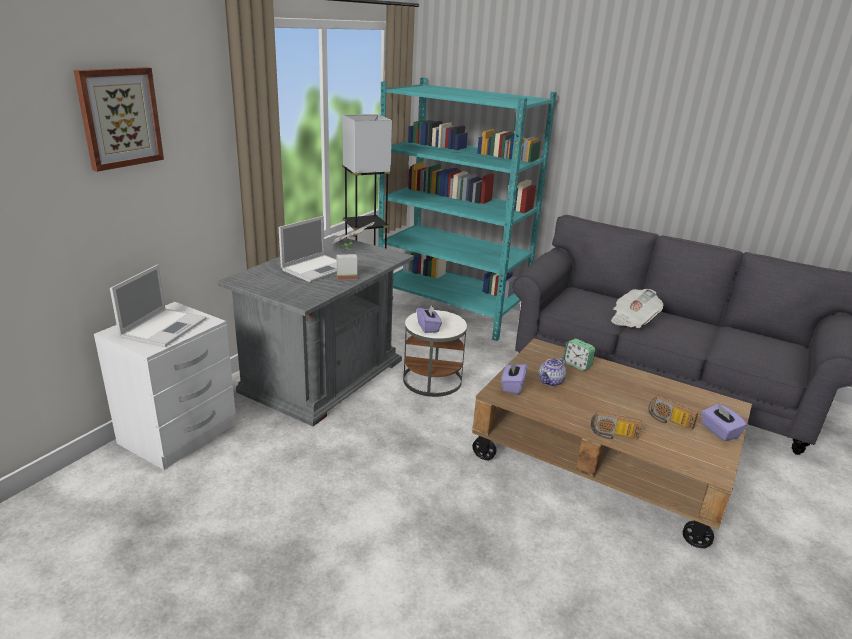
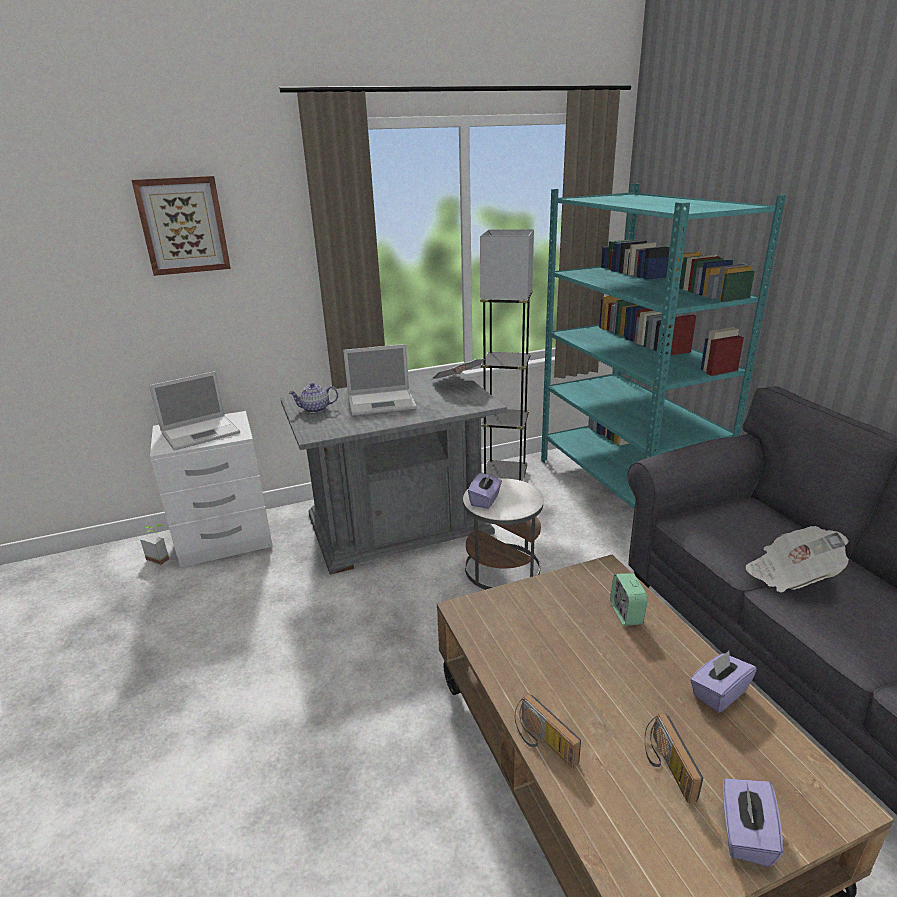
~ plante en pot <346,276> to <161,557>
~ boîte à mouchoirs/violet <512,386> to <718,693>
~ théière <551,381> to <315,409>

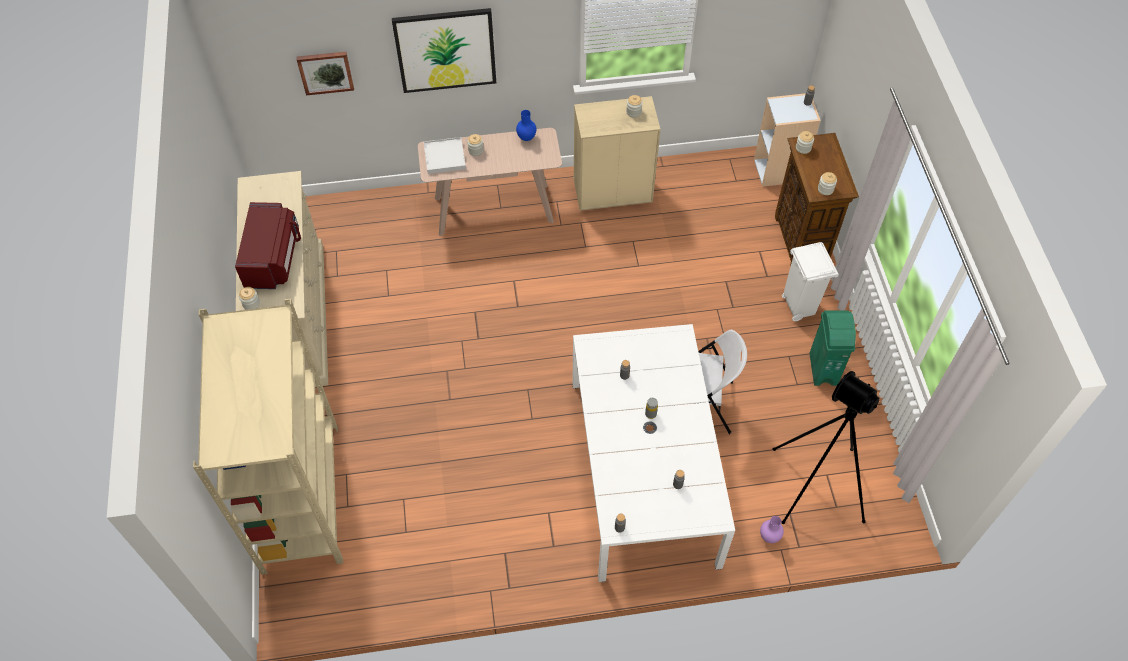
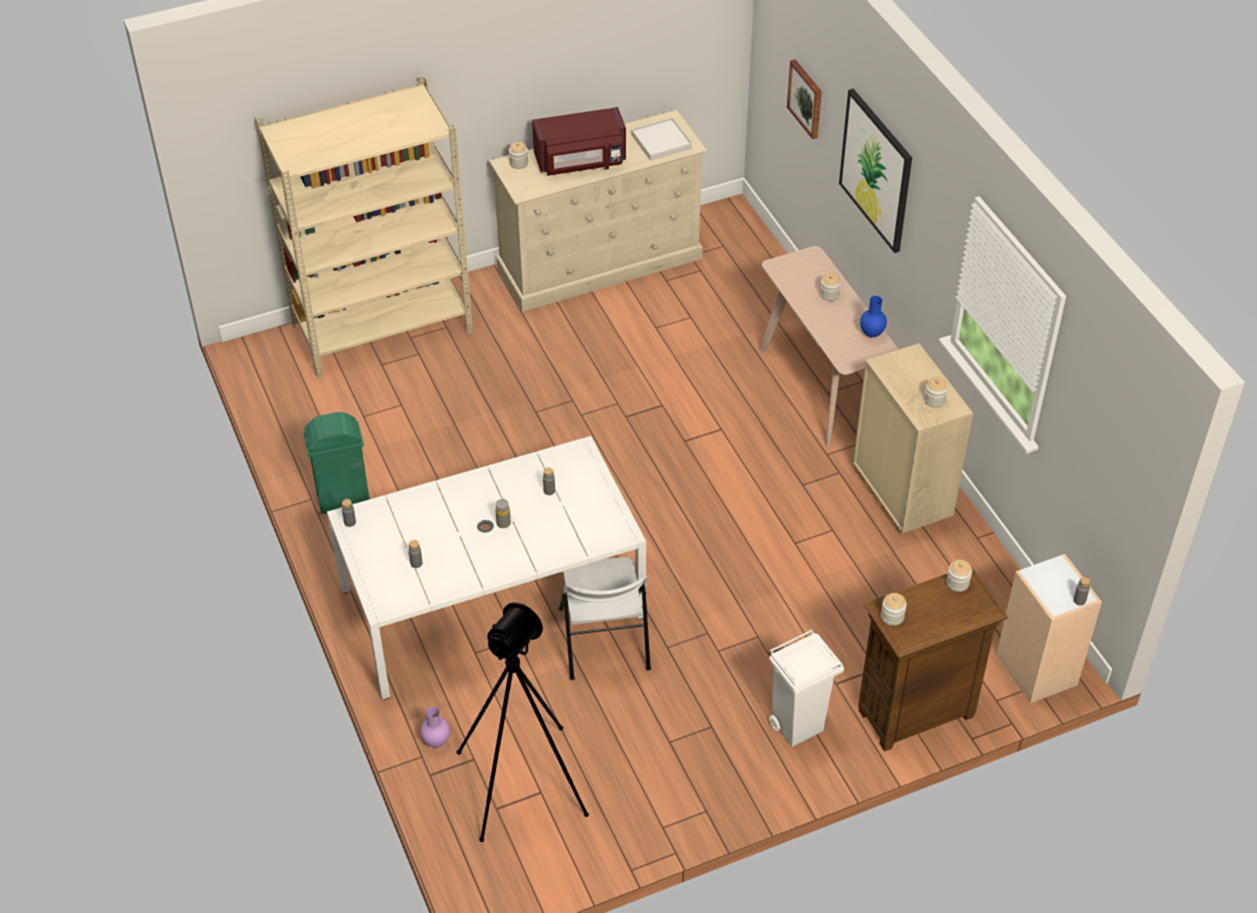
~ plateau/blanc <445,157> to <661,141>
~ poubelle/vert <823,368> to <344,499>

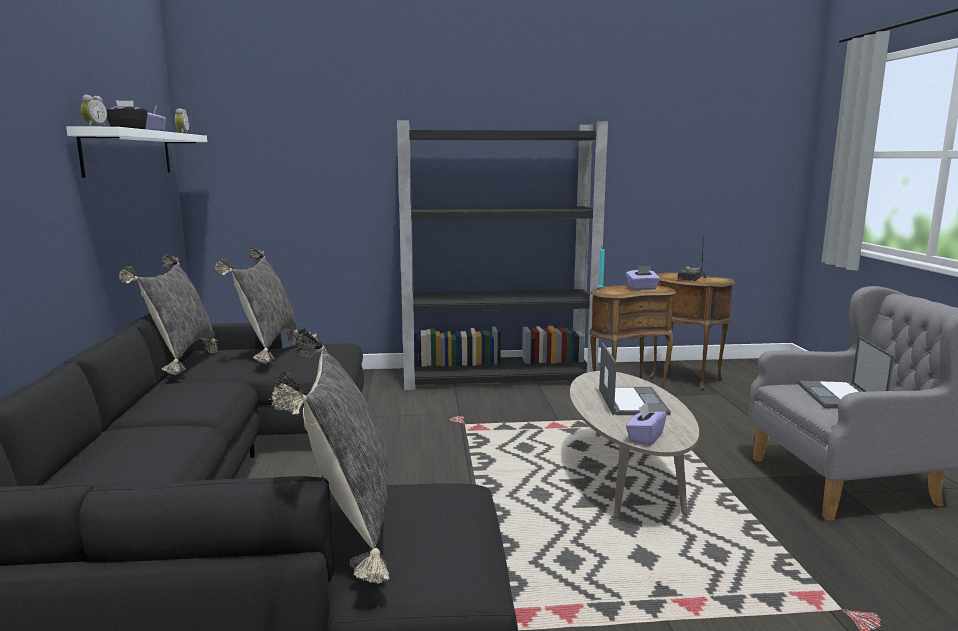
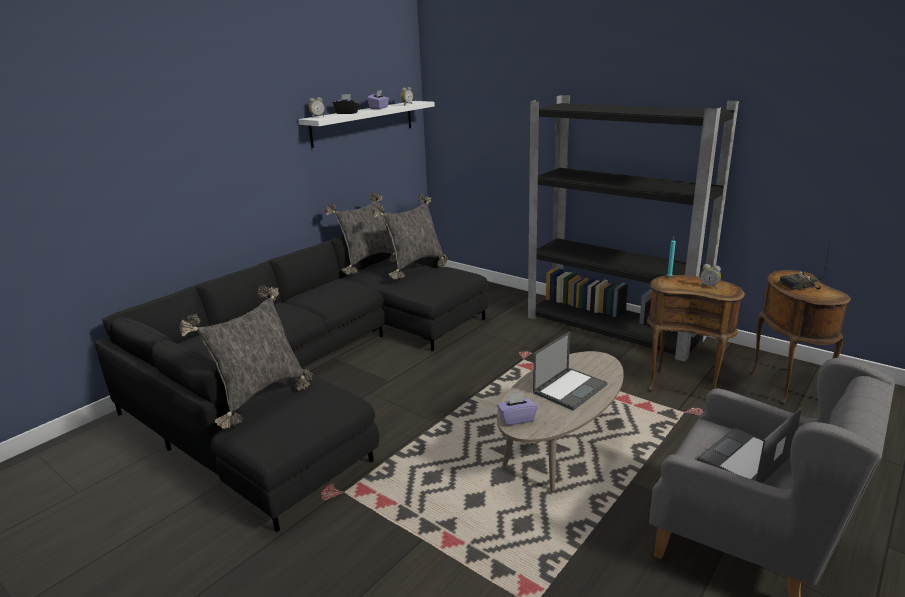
~ boîte à mouchoirs/violet <642,288> to réveil <709,286>

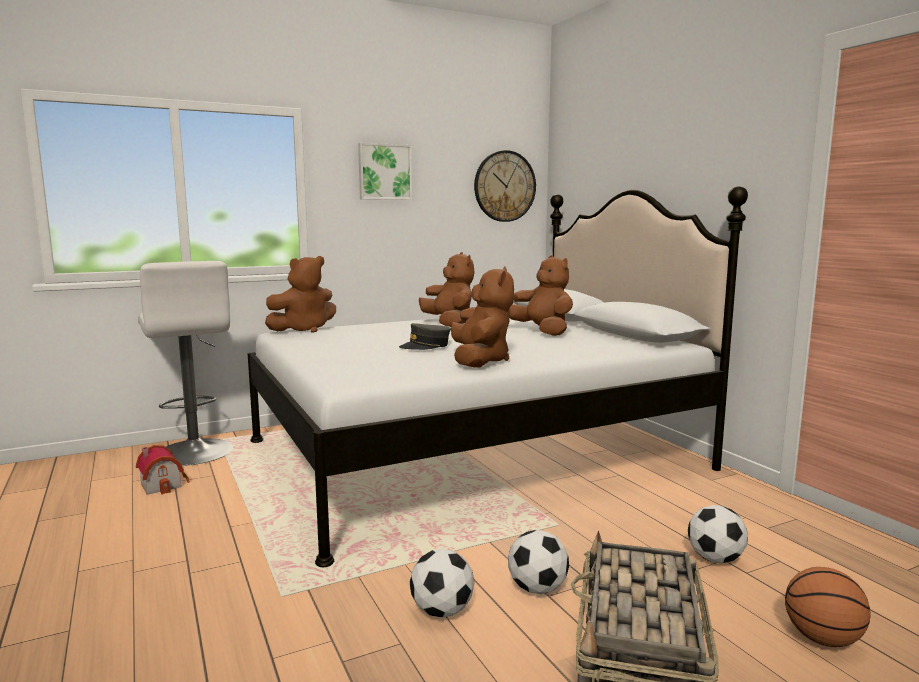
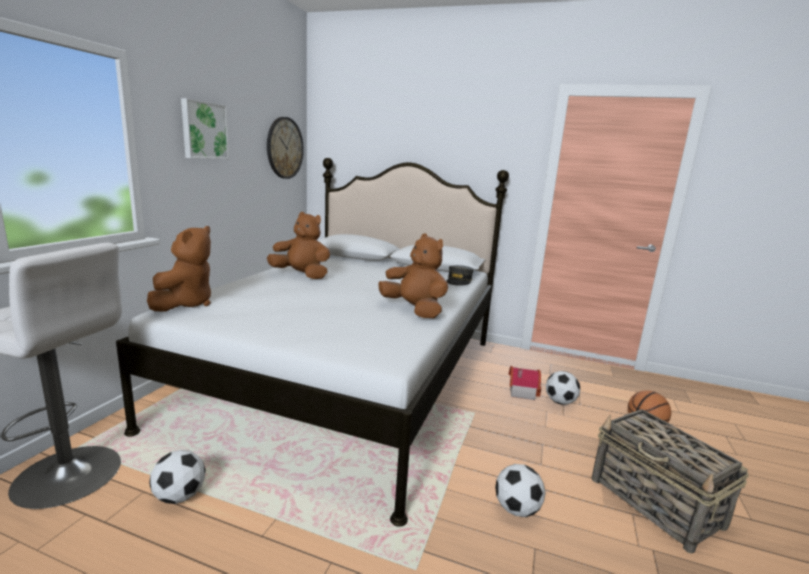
- peluche/marron <542,332>
~ maison miniature <164,484> to <521,391>
~ casquette/gris <425,346> to <459,281>
~ ballon de foot <537,588> to <180,496>

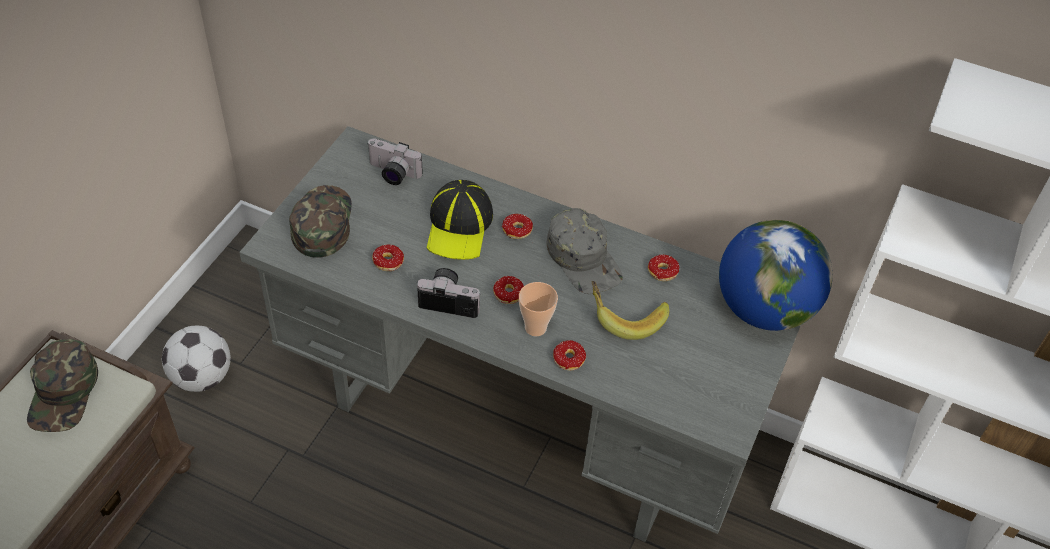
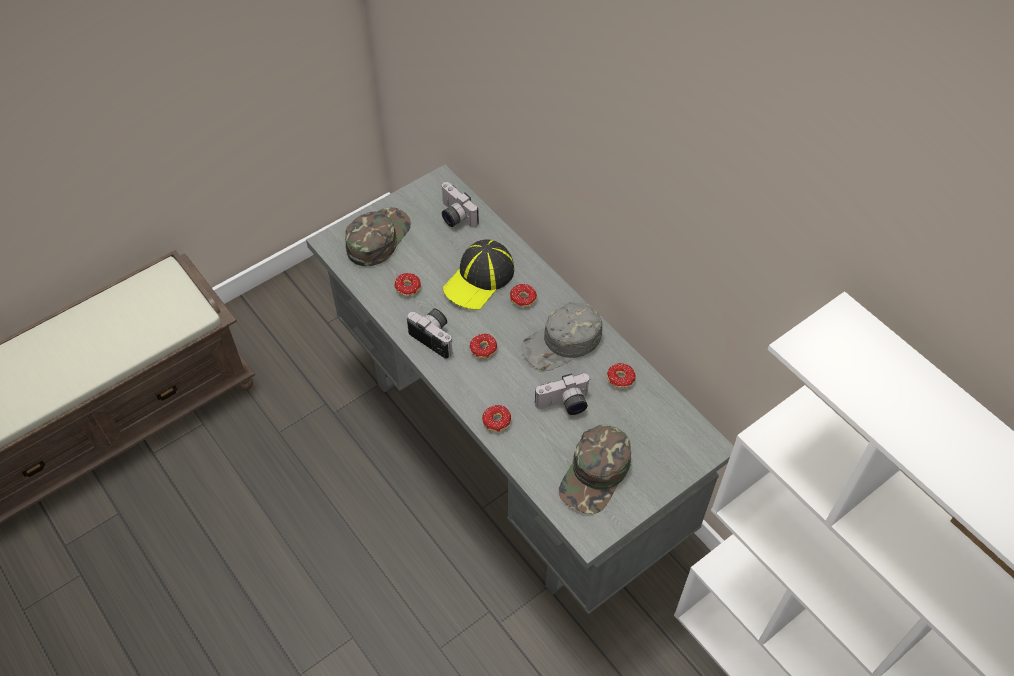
- ballon de foot <202,377>
- tasse <535,327>
- globe <764,309>
~ casquette/vert <64,392> to <596,474>
~ banane <625,317> to appareil photo <564,405>
~ casquette/gris <584,258> = <562,343> 60 degrees clockwise

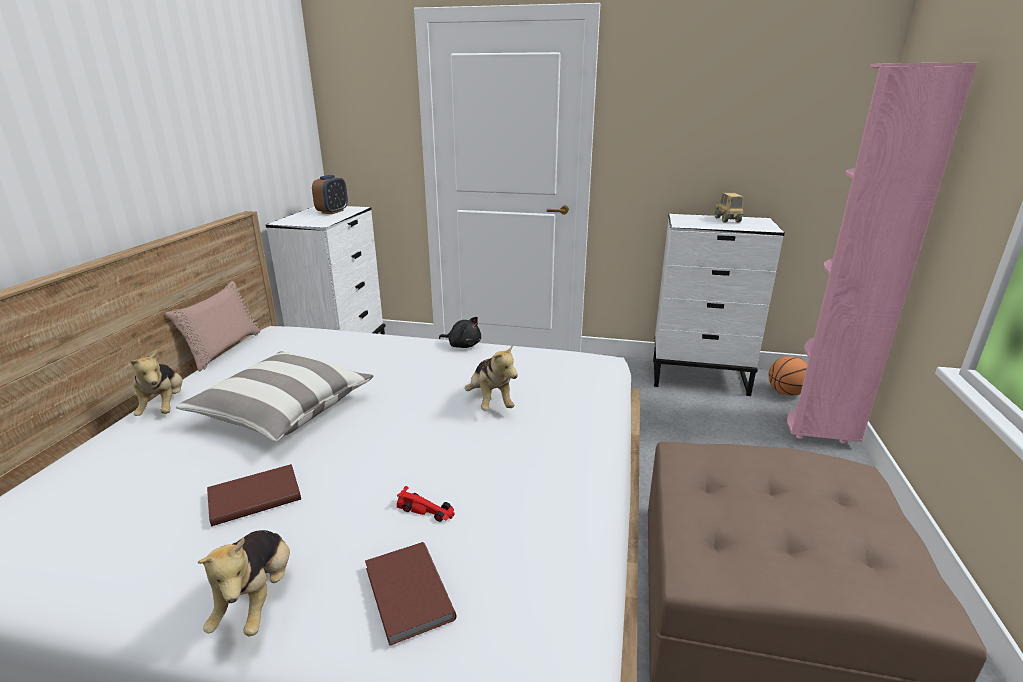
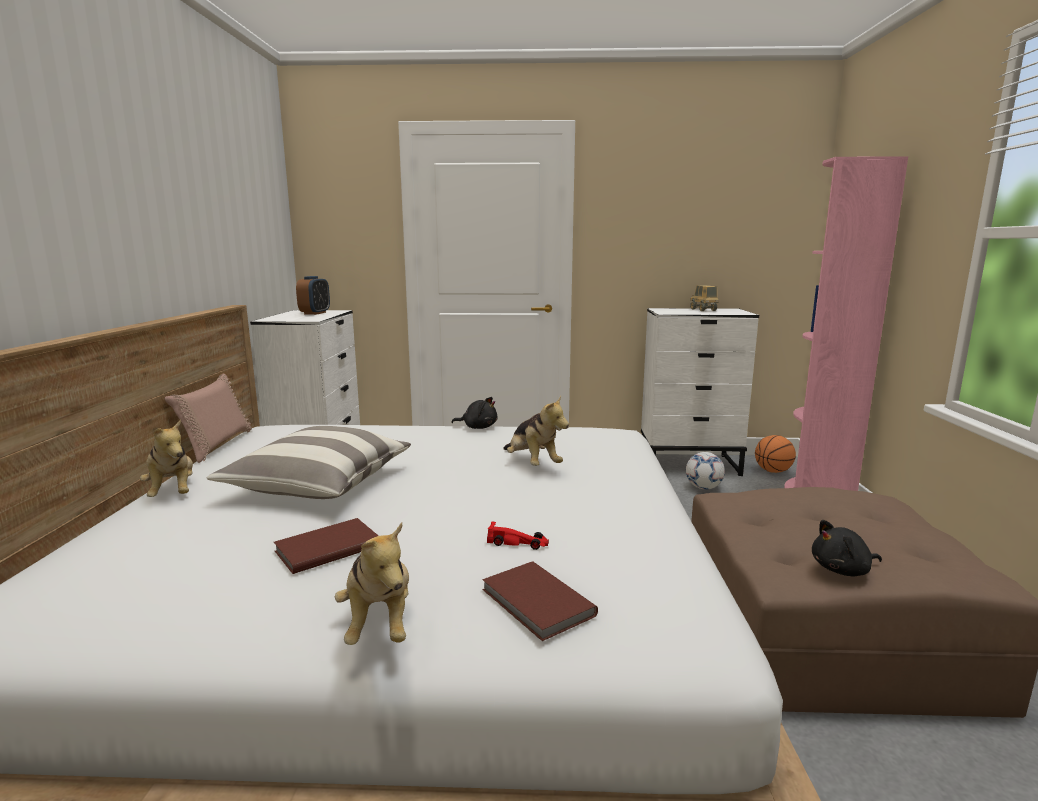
+ ballon de foot <703,488>
+ peluche/noir <843,570>

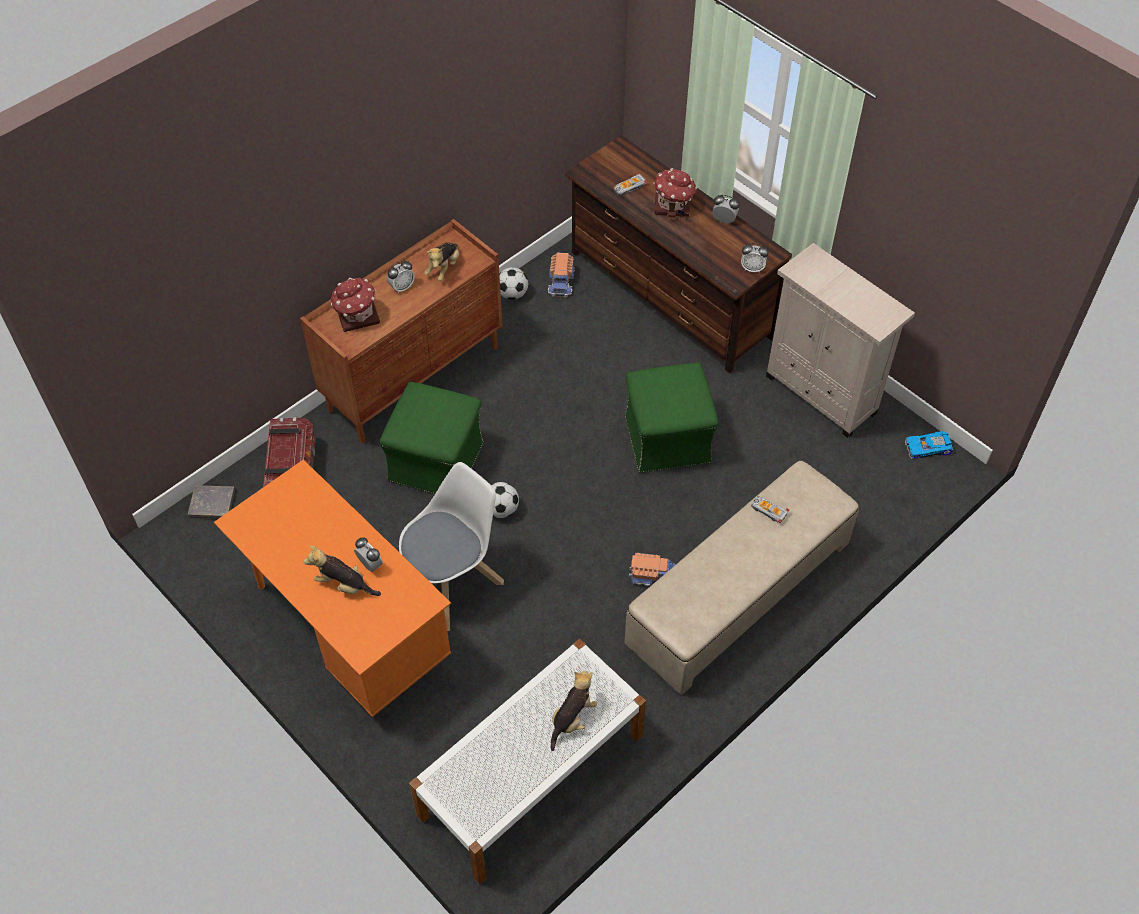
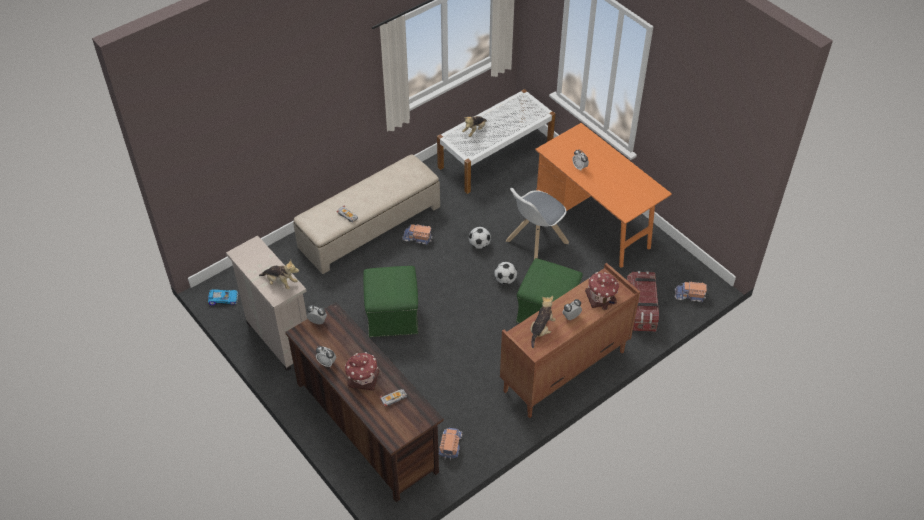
~ peluche <344,585> to <280,282>
~ ballon de foot <512,294> to <479,245>
~ livre/gris <212,504> to camion jouet <689,296>

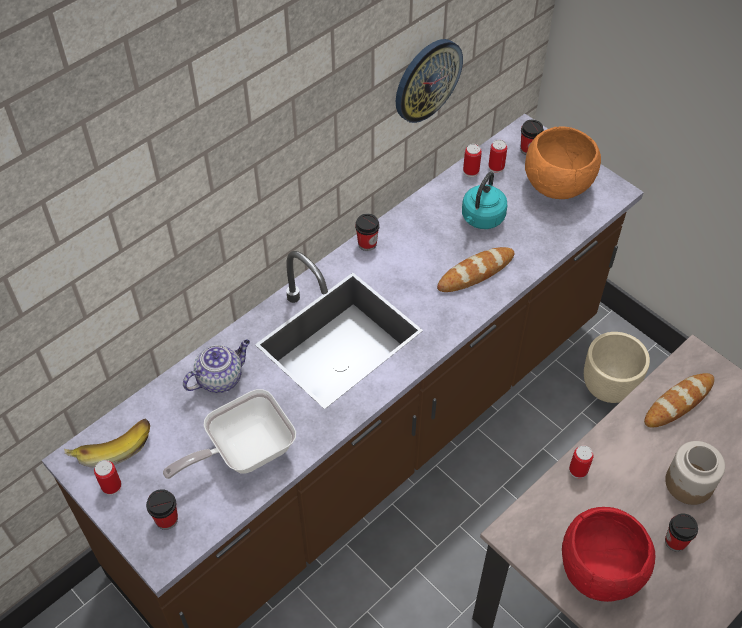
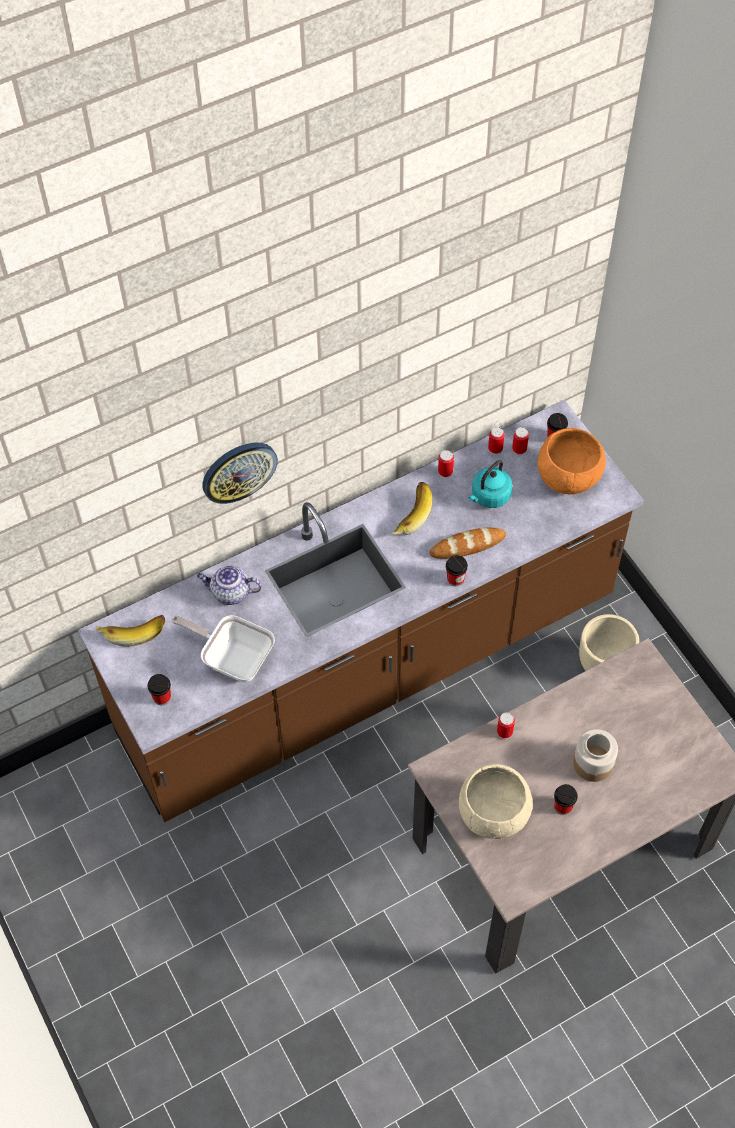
- pain <678,402>
+ banane <409,514>
~ boîte métallique <111,486> to <445,472>
~ tasse <367,244> to <455,579>
~ horloge murale <427,80> to <238,471>
~ bol/rouge <599,569> to bol/beige <493,813>
~ poêle <243,452> = <233,658> 45 degrees clockwise
~ théière <220,378> = <230,593> 150 degrees counterclockwise

